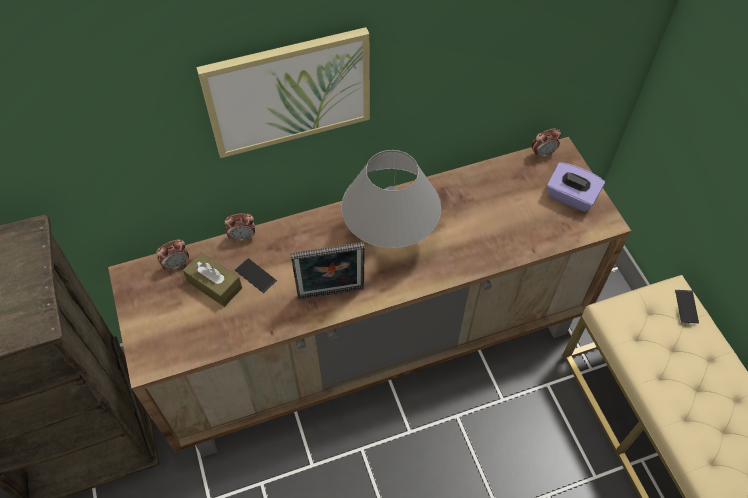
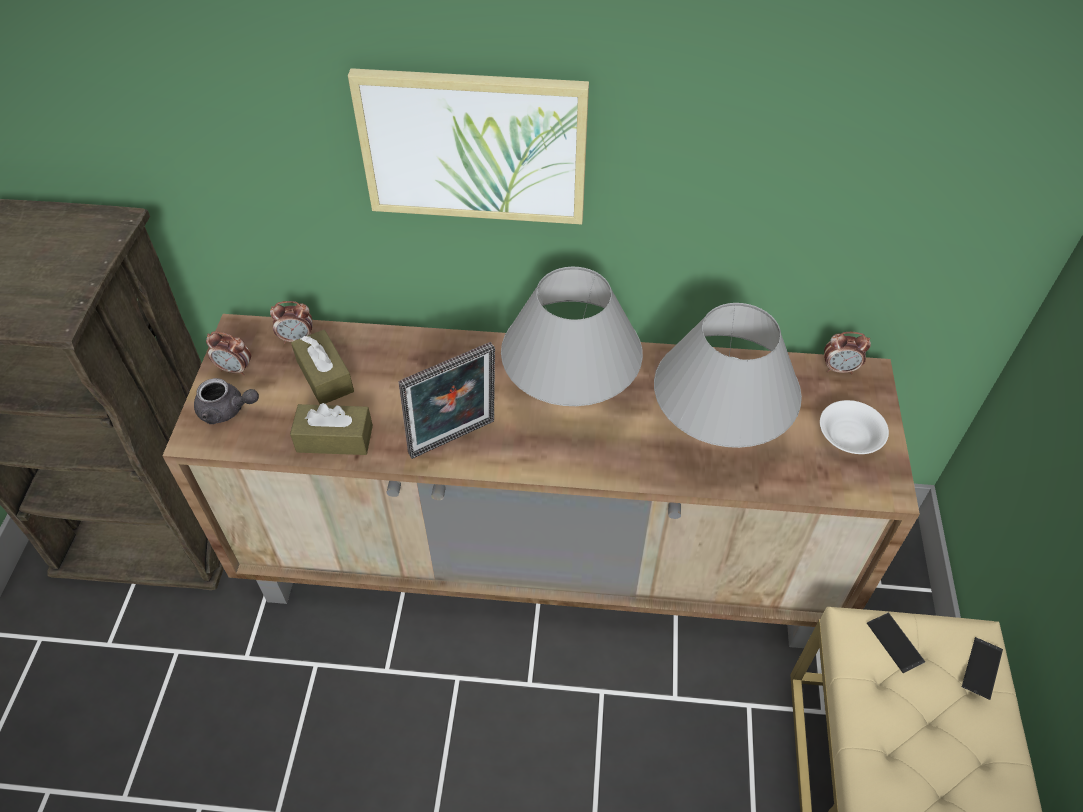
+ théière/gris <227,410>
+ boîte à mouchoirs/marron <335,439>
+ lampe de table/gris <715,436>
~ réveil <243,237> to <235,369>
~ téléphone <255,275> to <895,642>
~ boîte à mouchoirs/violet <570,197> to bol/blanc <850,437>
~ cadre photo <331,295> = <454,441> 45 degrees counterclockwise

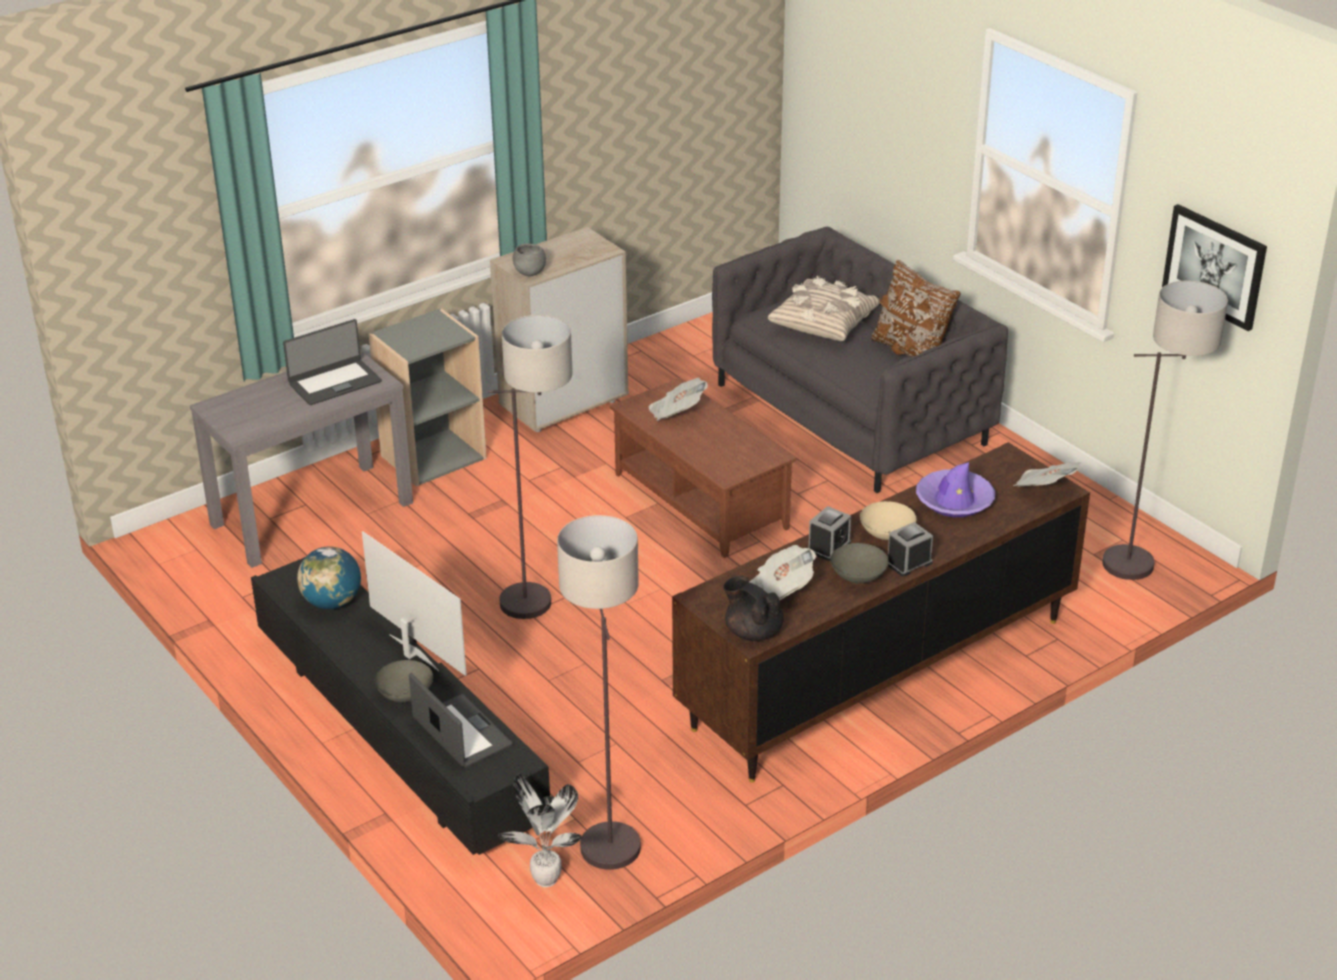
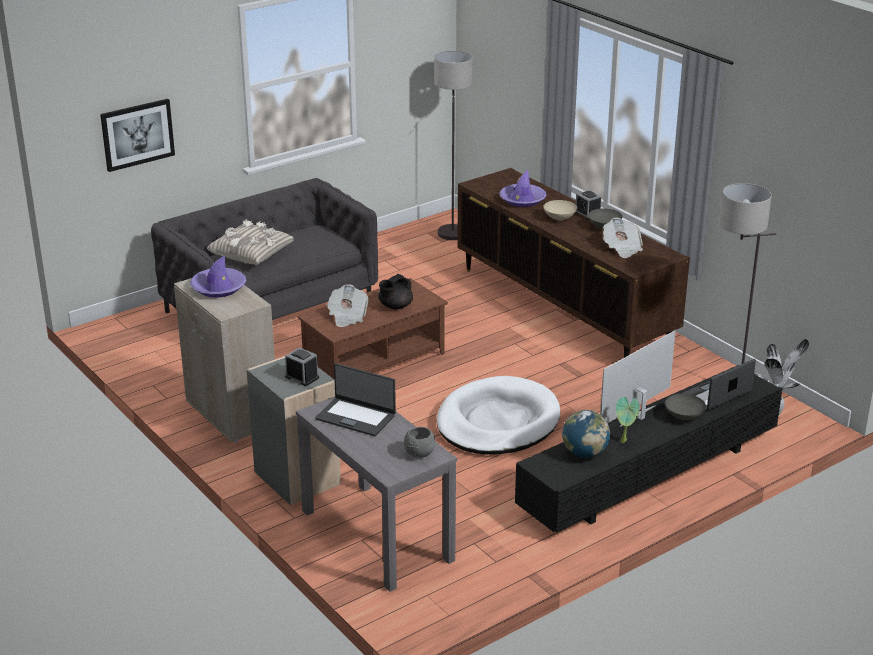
- coussin/marron <910,352>
- journal <1044,488>
+ chapeau/violet <218,288>
+ plante en pot <624,442>
~ bol/gris <529,273> to <420,453>
~ théière/noir <753,632> to <395,306>
~ réveil <829,547> to <302,377>
~ tableau <1215,266> to <137,134>
~ lampadaire/gris <541,602> to panier pour chien/blanc <497,422>
~ ordinateur portable <334,382> = <356,417> 150 degrees clockwise

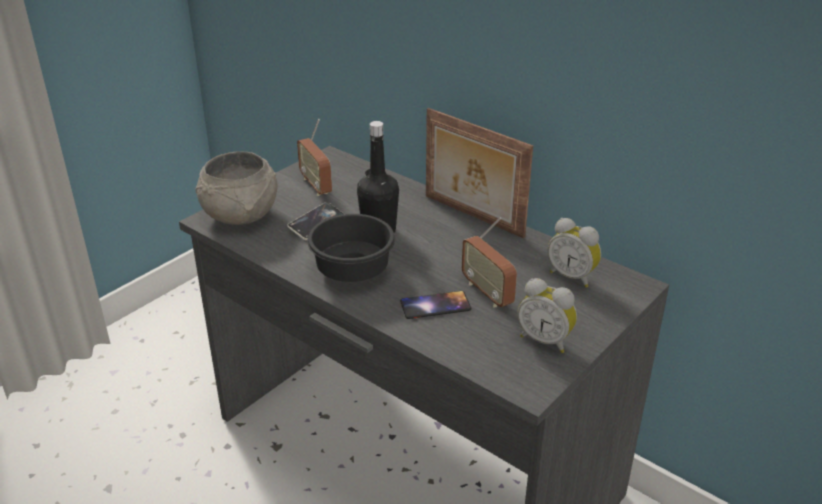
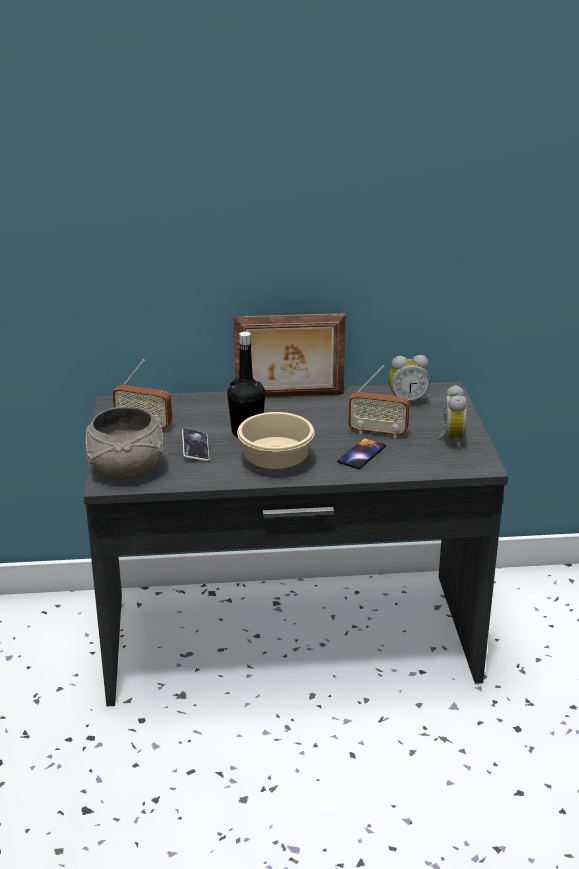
~ bol/noir <355,270> to bol/beige <276,460>
~ réveil <545,340> = <450,440> 75 degrees counterclockwise

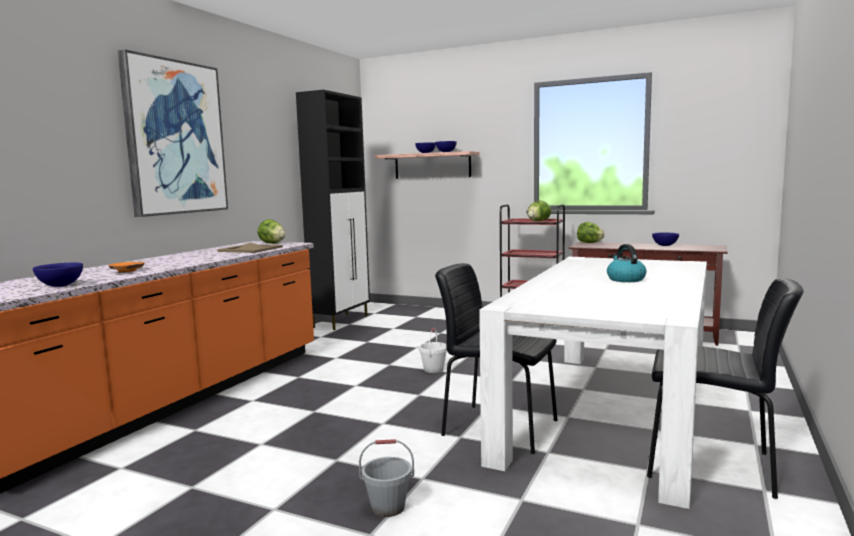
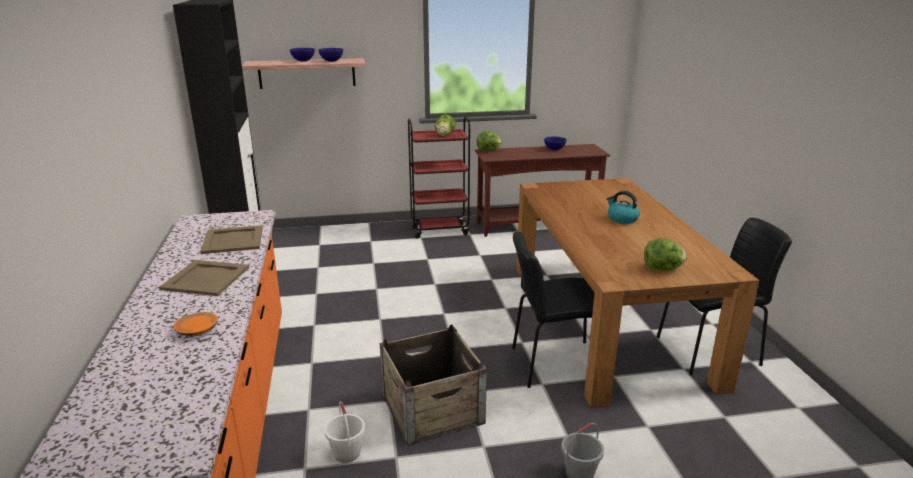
- bol/bleu <60,286>
- tableau <175,138>
+ plateau/beige <205,278>
+ caisse <432,409>
~ laitue <272,243> to <663,269>
~ seau/blanc <433,369> to <346,453>
~ table à manger/blanc <610,411> to table à manger/marron <607,320>

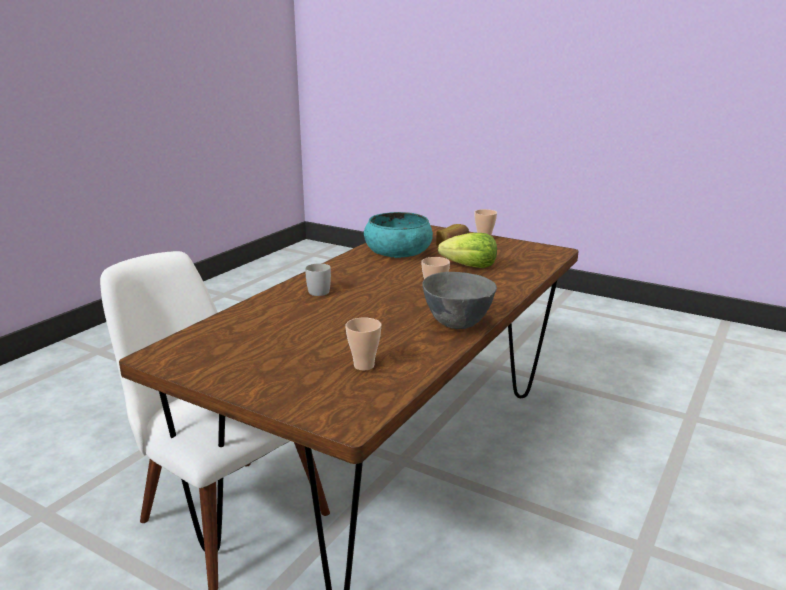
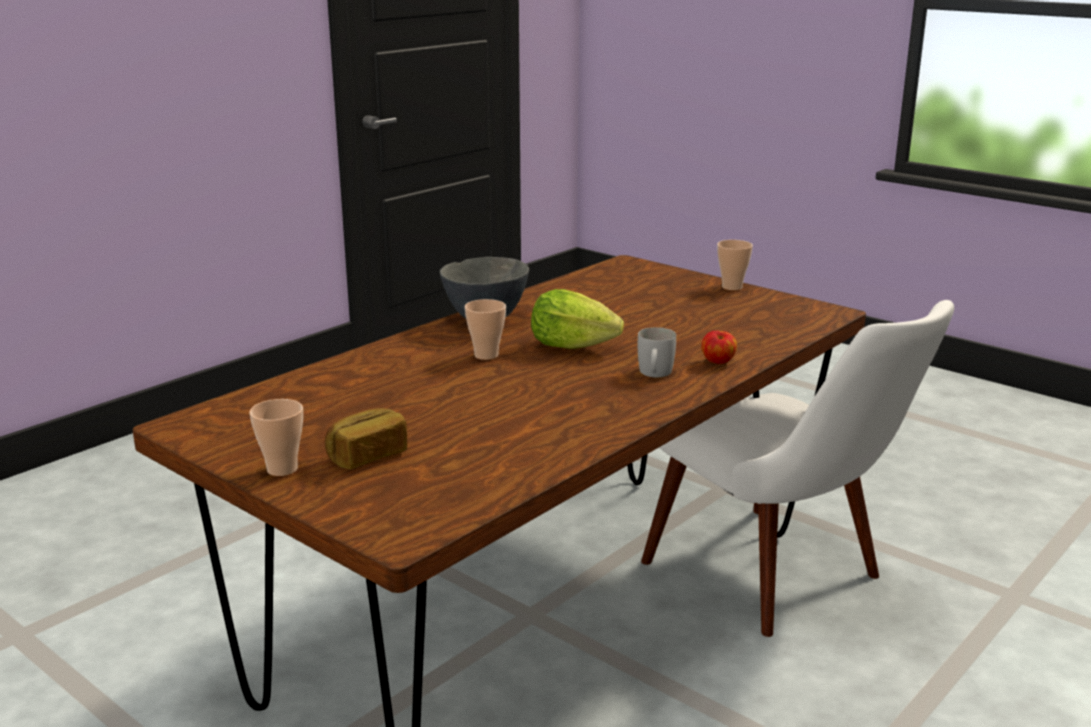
- bol/turquoise <398,251>
+ pomme <718,362>
~ tasse <364,366> to <732,287>
~ laitue <470,267> to <572,346>

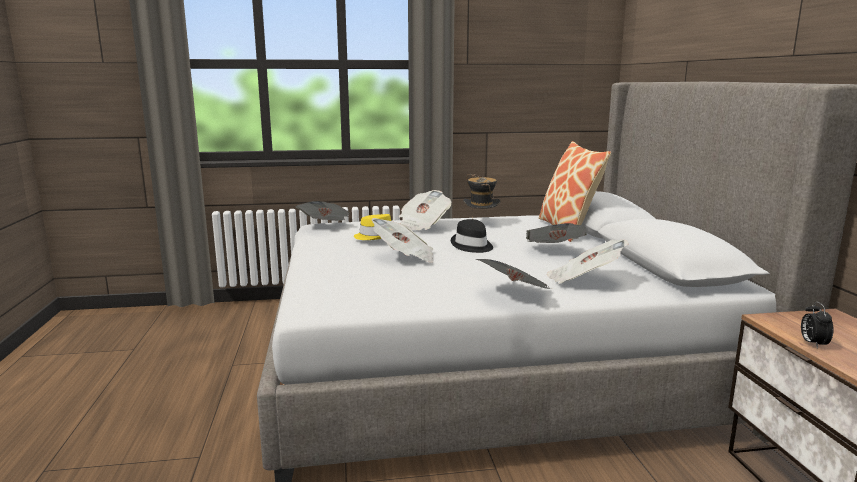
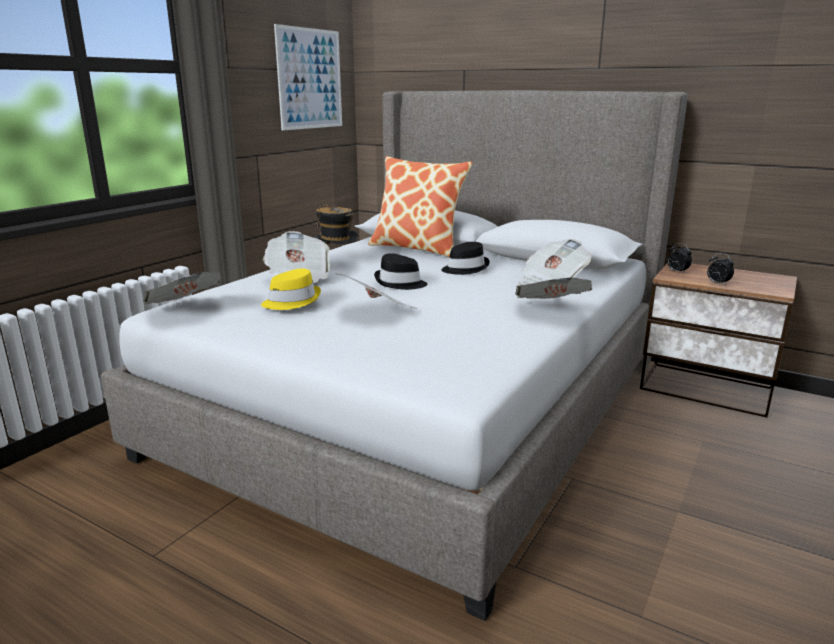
+ tableau <310,79>
+ réveil <676,272>
~ journal <554,251> to chapeau/noir <464,268>

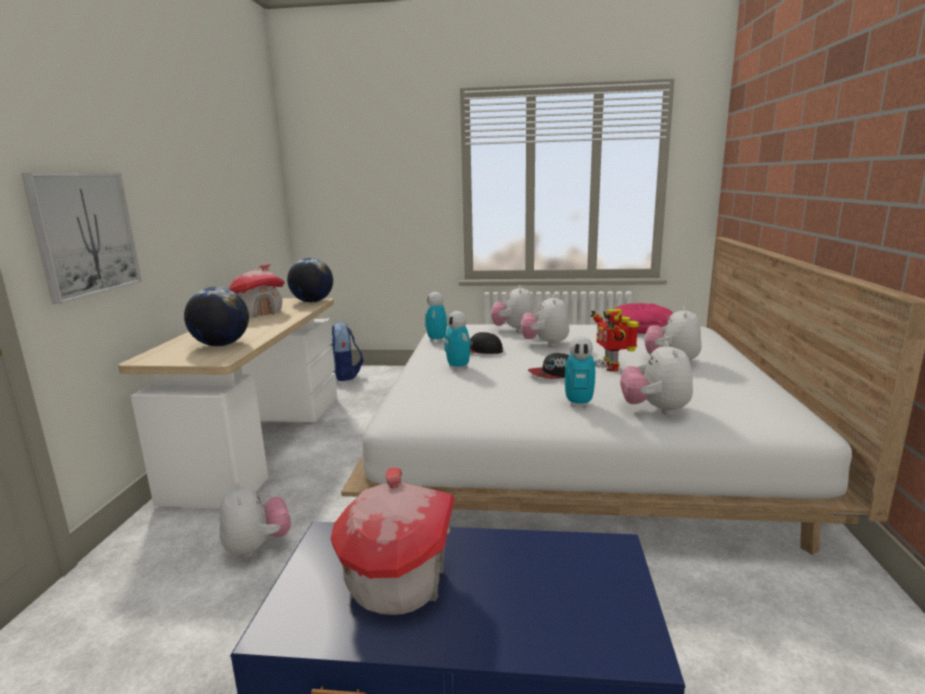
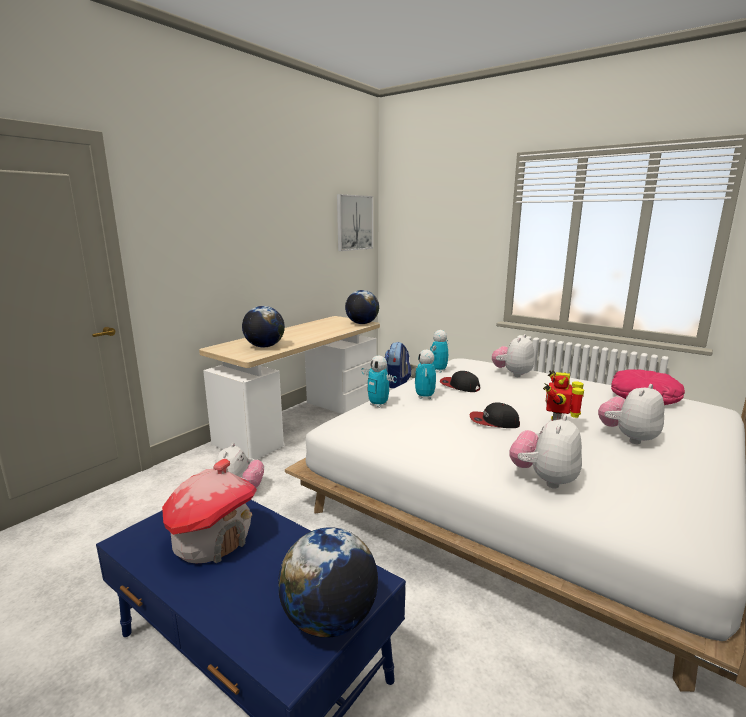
- maison miniature <259,313>
- peluche <545,344>
+ globe <329,619>
~ tableau <84,234> to <354,222>
~ robot jouet <579,404> to <378,404>

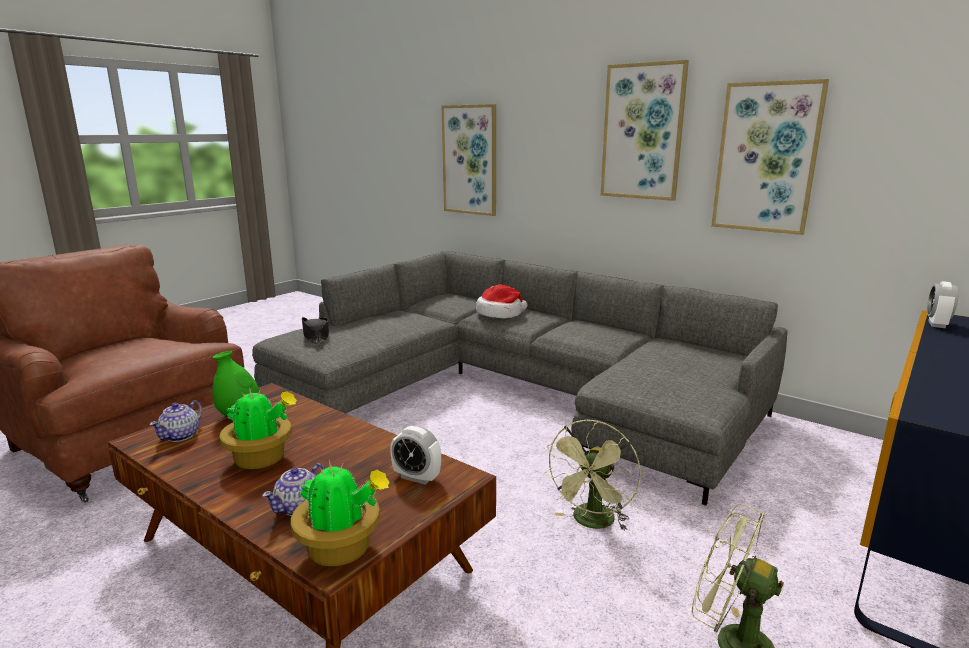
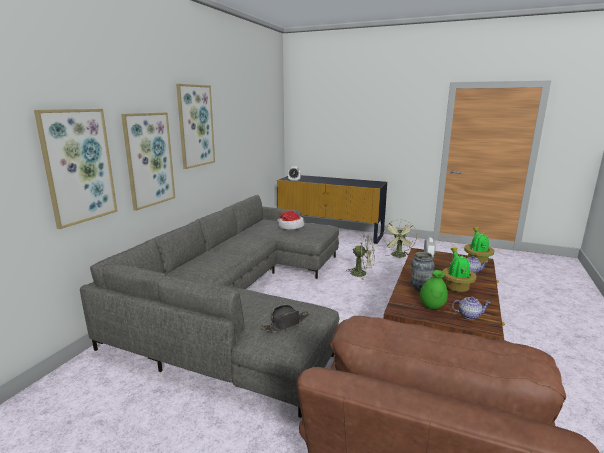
+ vase <420,288>
~ chapeau <500,313> to <290,227>
~ tableau <766,158> to <149,159>

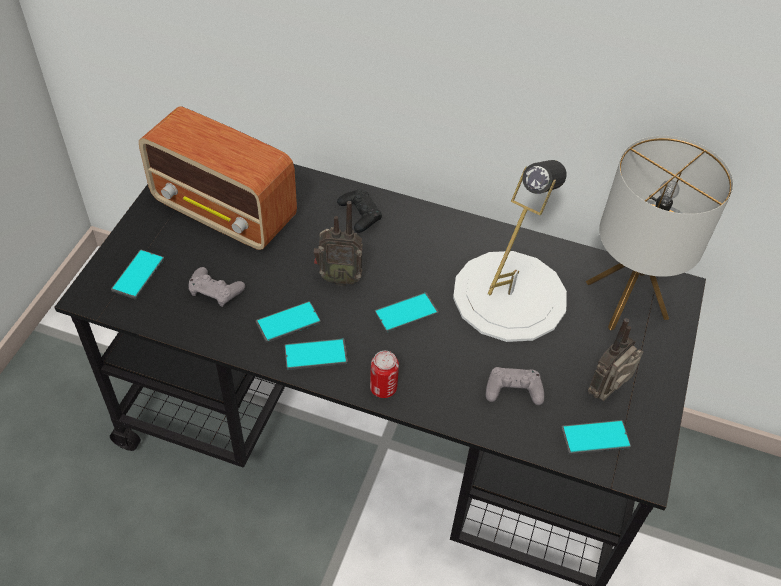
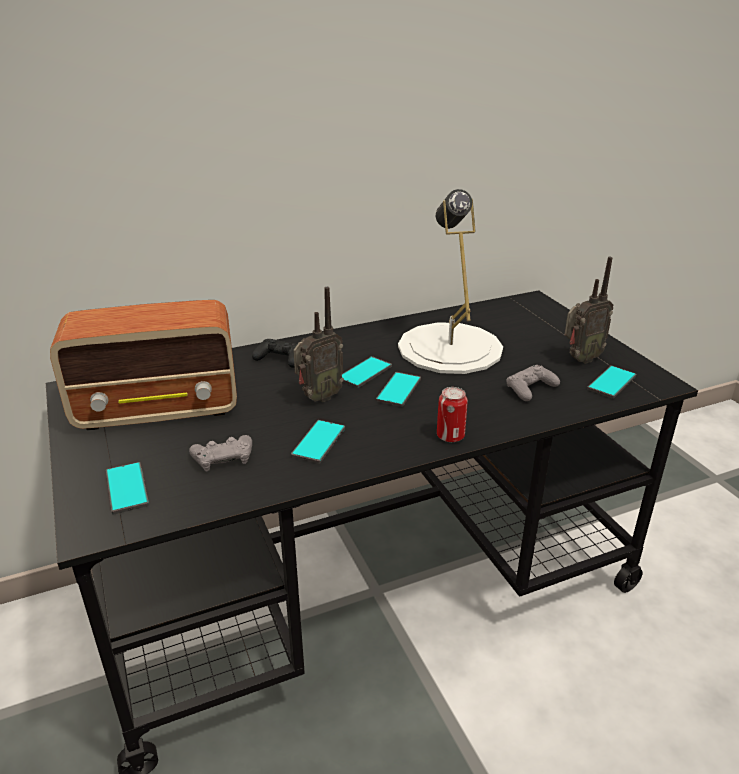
- lampe de table <627,299>
~ téléphone <316,354> to <364,373>
~ radio <608,391> = <580,359> 120 degrees counterclockwise

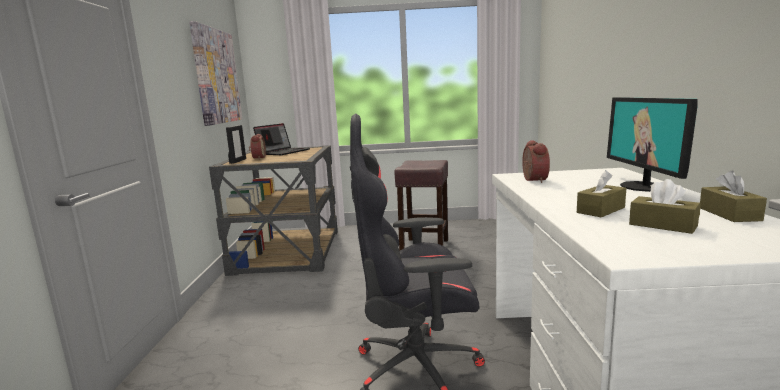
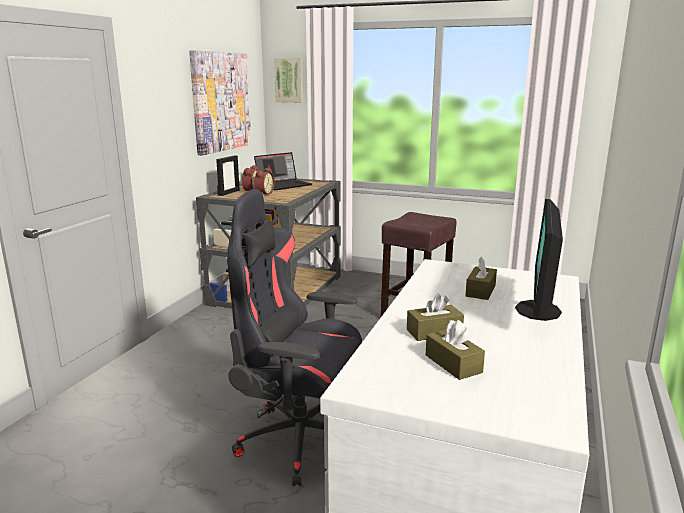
+ tableau <289,80>
~ réveil <532,180> to <263,194>
~ boîte à mouchoirs/marron <729,214> to <480,291>

